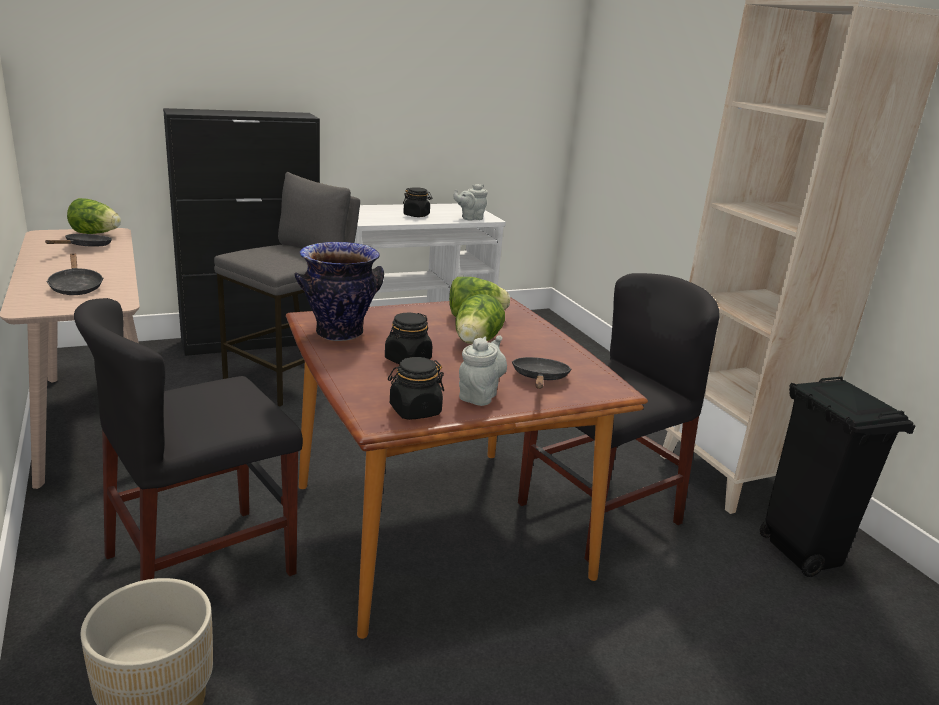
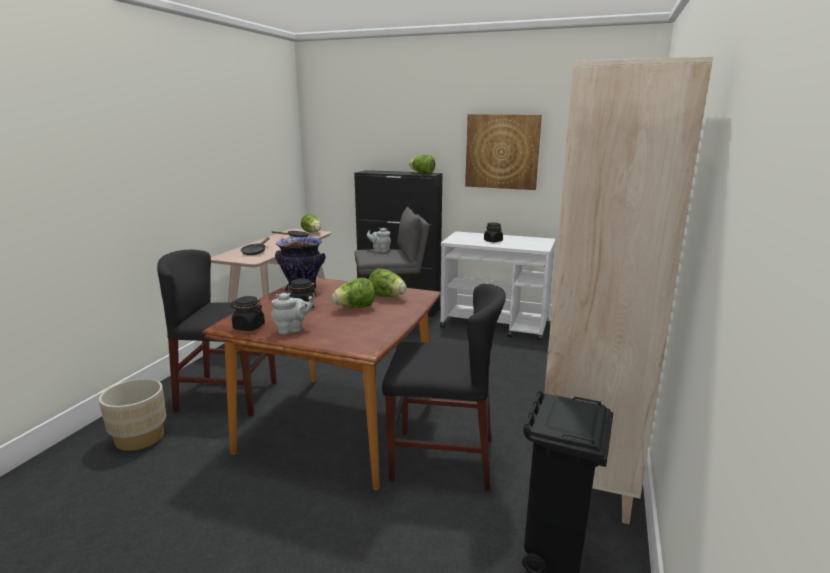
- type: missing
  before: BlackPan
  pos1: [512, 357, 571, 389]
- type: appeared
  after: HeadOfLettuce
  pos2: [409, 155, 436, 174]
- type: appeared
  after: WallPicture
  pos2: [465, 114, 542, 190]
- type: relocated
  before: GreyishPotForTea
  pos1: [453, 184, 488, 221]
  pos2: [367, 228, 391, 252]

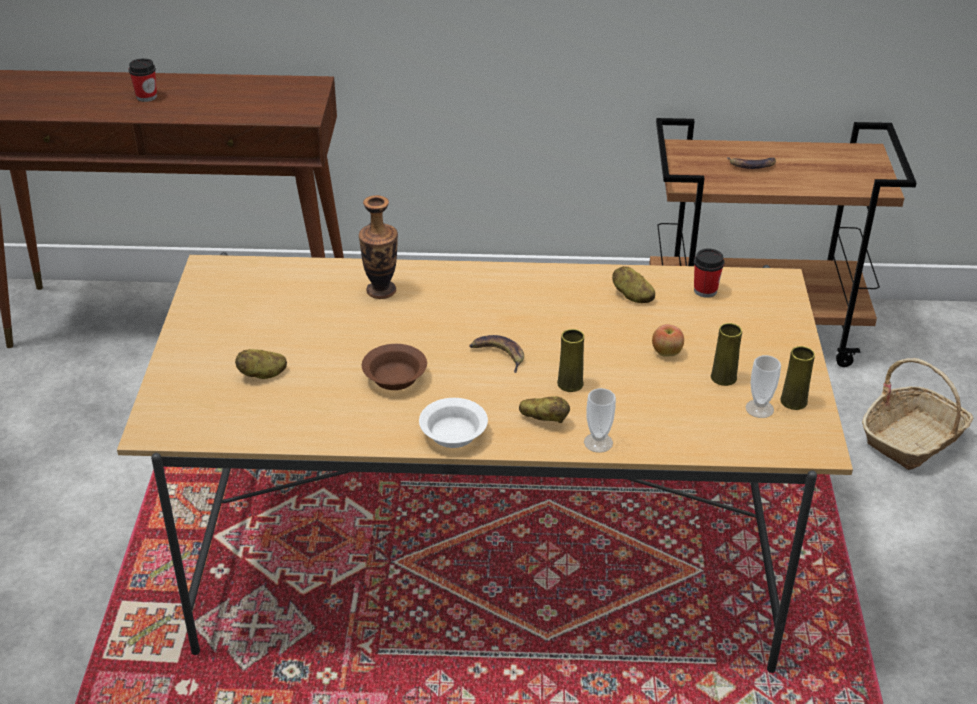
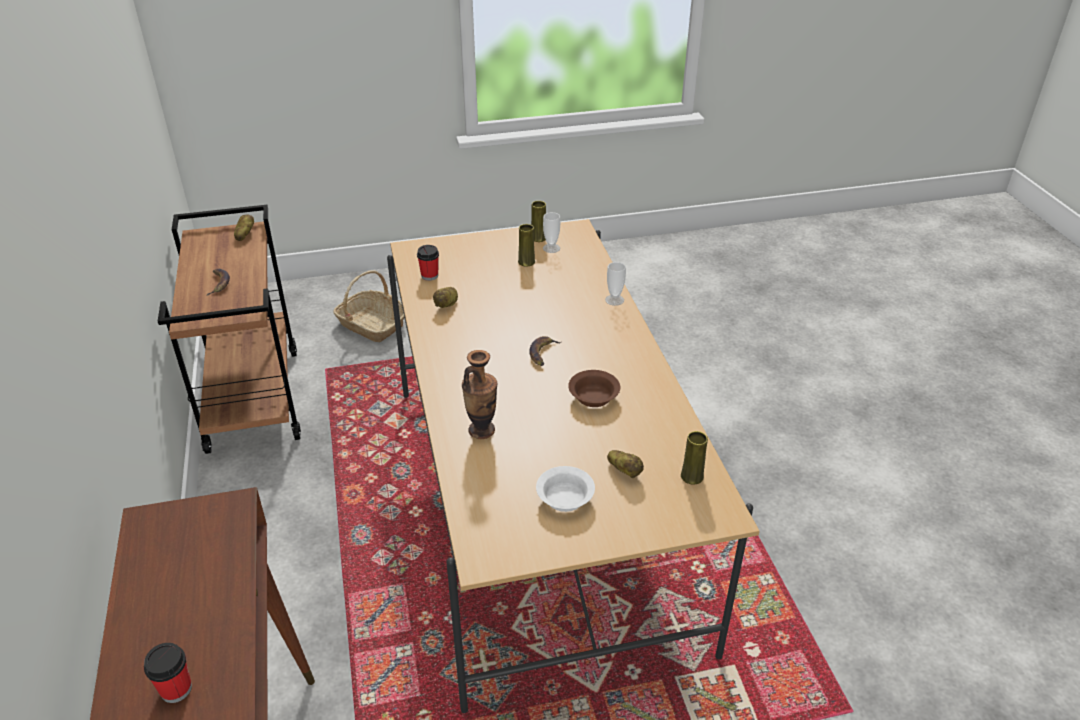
- type: missing
  before: Apple
  pos1: [652, 324, 684, 357]
- type: relocated
  before: WhiteServingBowl
  pos1: [419, 398, 488, 448]
  pos2: [536, 466, 595, 512]
- type: relocated
  before: Potato
  pos1: [519, 396, 570, 423]
  pos2: [234, 214, 254, 241]
- type: relocated
  before: YellowColouredVase
  pos1: [557, 329, 584, 392]
  pos2: [681, 431, 708, 485]

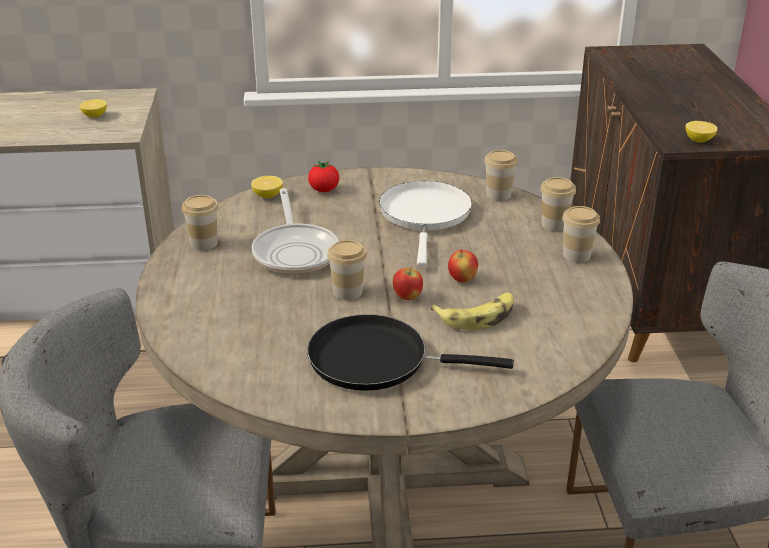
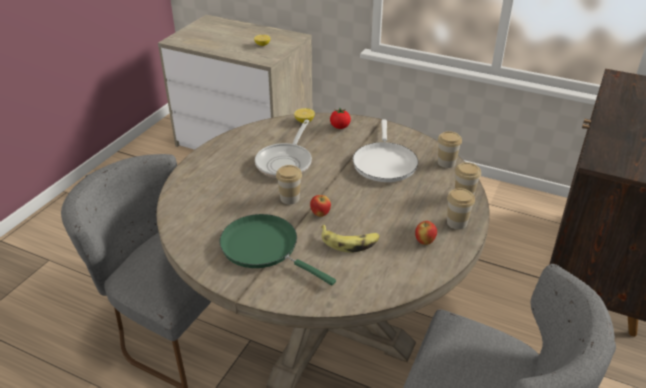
- type: missing
  before: Cup
  pos1: [182, 195, 219, 250]
- type: missing
  before: CitrusFruit
  pos1: [686, 121, 717, 143]
- type: relocated
  before: Apple
  pos1: [448, 250, 478, 283]
  pos2: [415, 221, 437, 245]
- type: colour
  before: BlackPan
  after: GreenPan
  pos1: [307, 314, 514, 391]
  pos2: [220, 214, 336, 285]
- type: spun
  before: WhitePan
  pos1: [379, 181, 472, 266]
  pos2: [353, 119, 418, 182]
  turn: 150

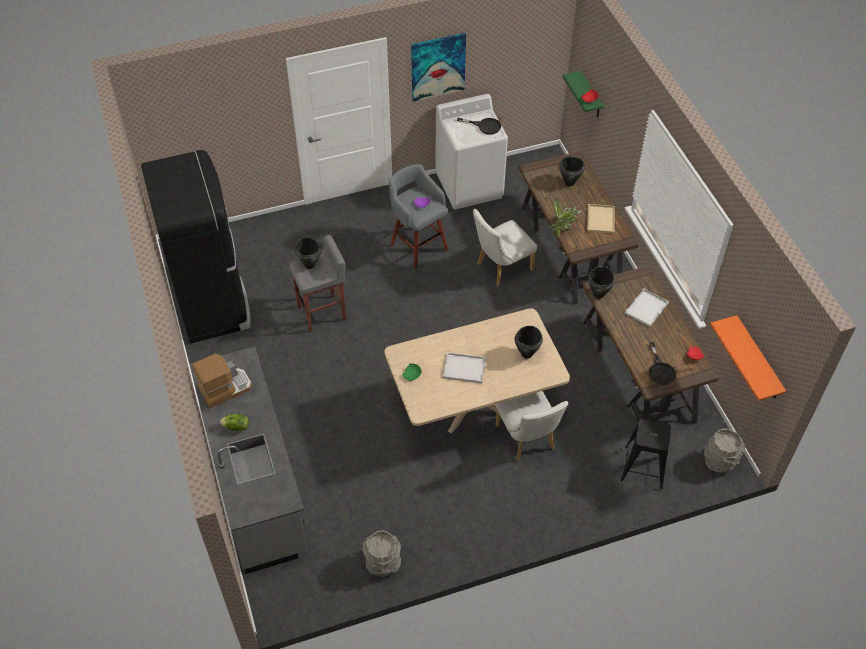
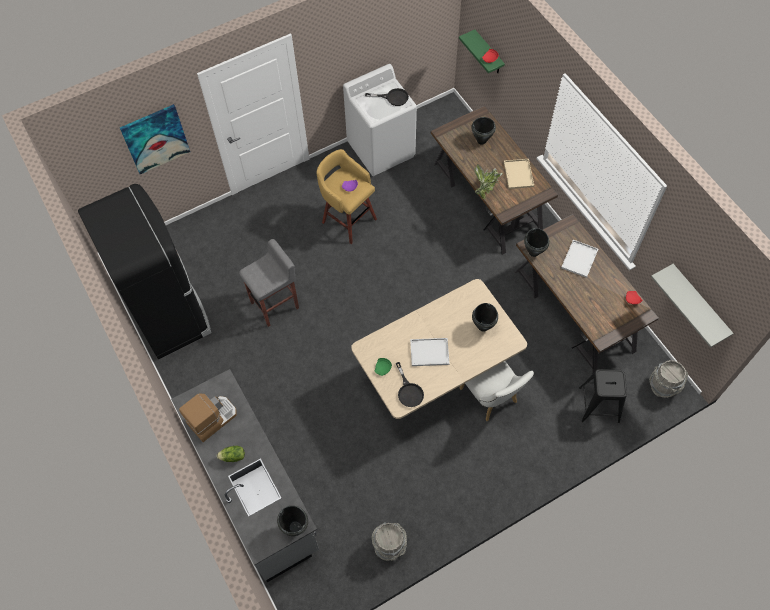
- type: missing
  before: WhiteUprightChair
  pos1: [473, 209, 537, 286]
- type: relocated
  before: BlackStockpot
  pos1: [294, 237, 321, 269]
  pos2: [277, 506, 308, 536]
- type: relocated
  before: WallPicture
  pos1: [411, 33, 466, 102]
  pos2: [120, 104, 190, 174]
- type: relocated
  before: BlackPan
  pos1: [649, 342, 676, 385]
  pos2: [396, 362, 424, 407]
- type: colour
  before: GreyishSittingStool
  after: YellowColouredSittingStool
  pos1: [389, 164, 448, 269]
  pos2: [316, 149, 377, 244]
- type: colour
  before: OrangeyWallShelf
  after: GreyishWallShelf
  pos1: [710, 315, 786, 401]
  pos2: [651, 264, 734, 348]

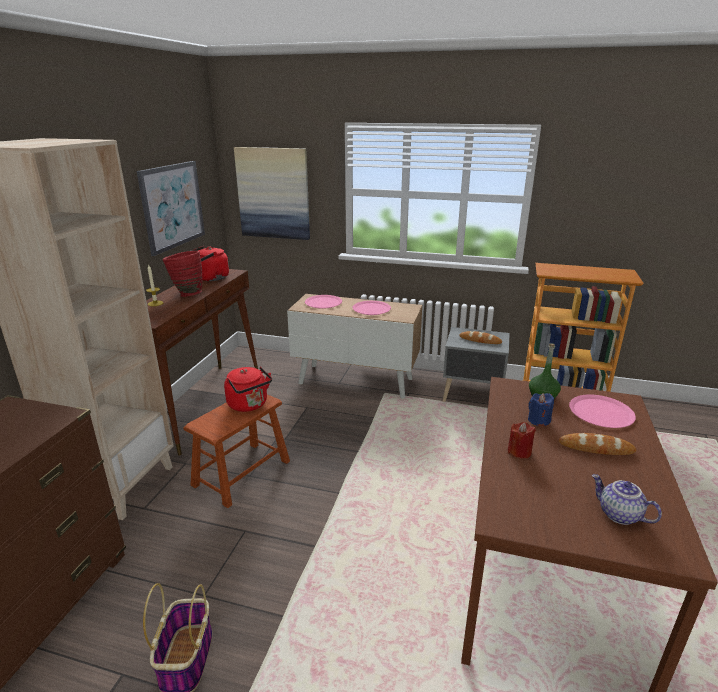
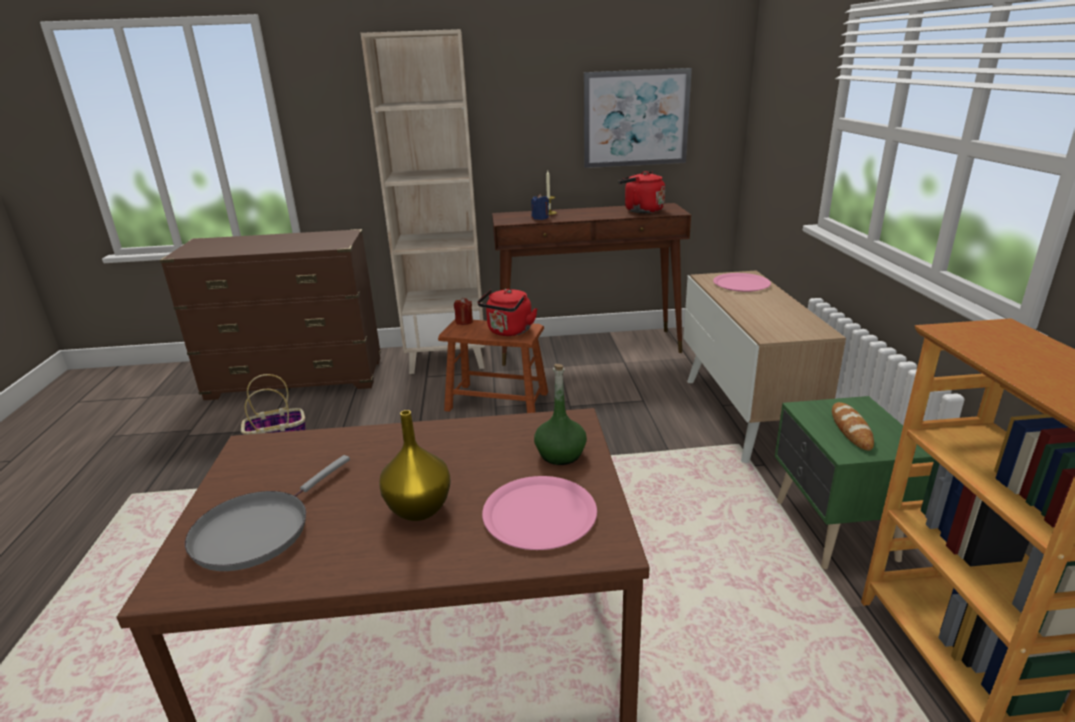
- type: missing
  before: RedVase
  pos1: [162, 251, 202, 297]
- type: missing
  before: WallPicture
  pos1: [234, 147, 310, 240]
- type: missing
  before: PinkishPlate
  pos1: [352, 301, 391, 315]
- type: relocated
  before: RedWaxCandle
  pos1: [508, 422, 536, 459]
  pos2: [454, 298, 473, 325]
- type: relocated
  before: BluishWaxCandle
  pos1: [528, 393, 554, 426]
  pos2: [531, 194, 549, 220]
- type: exchanged
  before: Bread
  after: YellowColouredVase
  pos1: [559, 433, 636, 455]
  pos2: [379, 410, 451, 521]
- type: exchanged
  before: PotForTea
  after: GreyishPan
  pos1: [592, 474, 662, 525]
  pos2: [185, 455, 350, 571]
- type: colour
  before: GreyishNightstand
  after: GreenNightstand
  pos1: [443, 327, 510, 402]
  pos2: [775, 396, 934, 569]

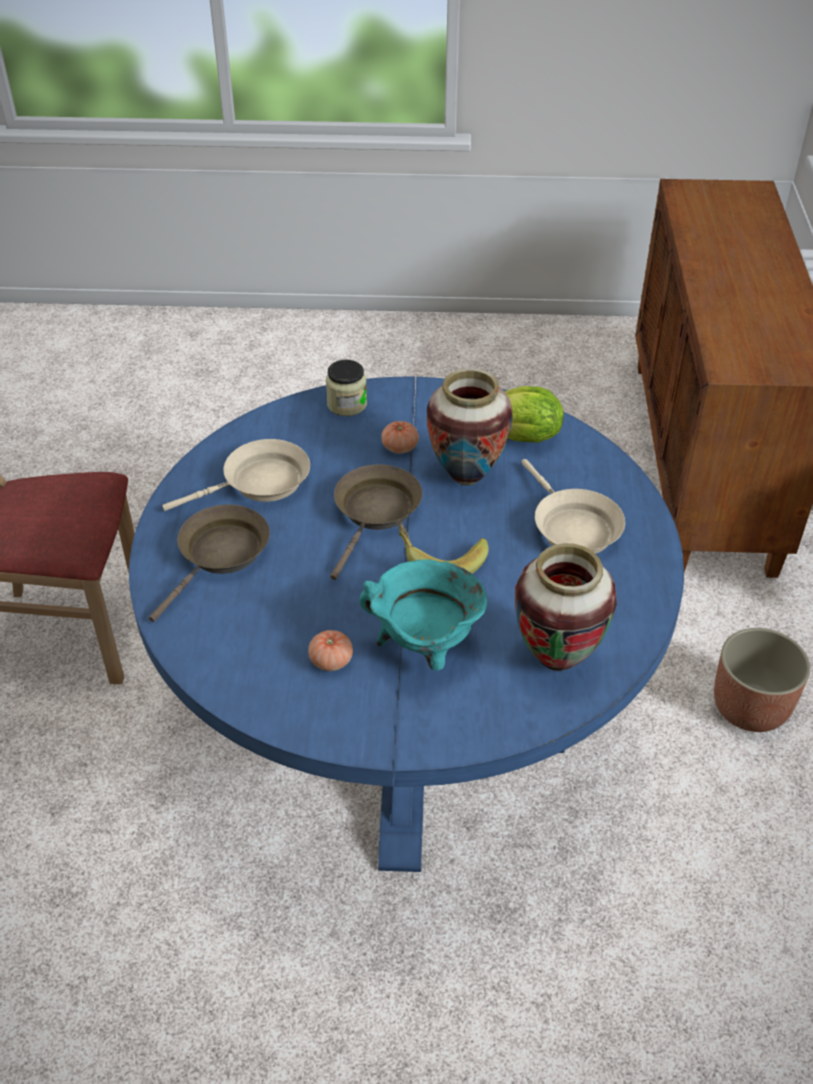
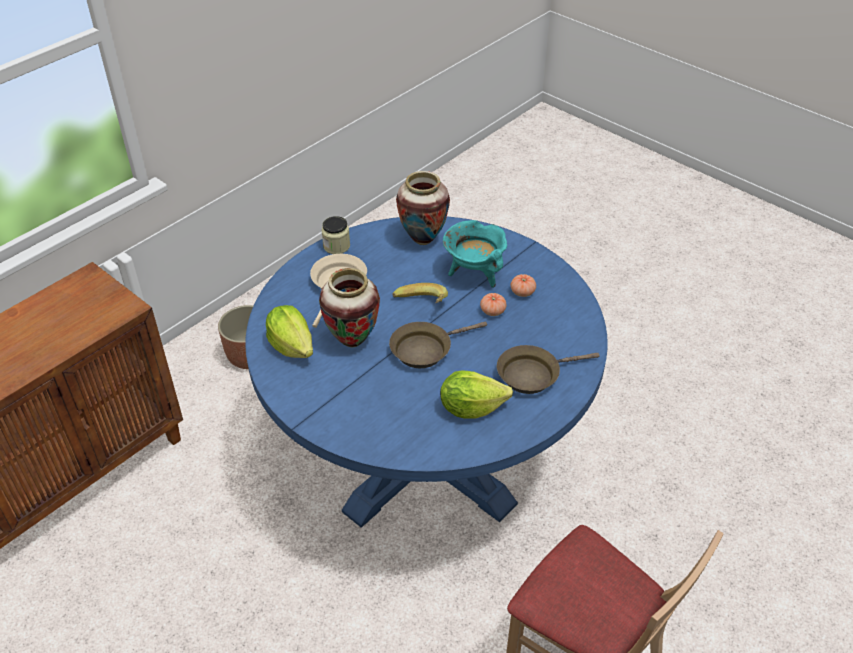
- type: relocated
  before: PreserveJar
  pos1: [326, 360, 367, 416]
  pos2: [321, 216, 350, 254]
- type: relocated
  before: FreshTomato
  pos1: [381, 421, 419, 454]
  pos2: [480, 293, 507, 316]
- type: exchanged
  before: SandColouredPan
  after: HeadOfLettuce
  pos1: [162, 439, 310, 511]
  pos2: [440, 370, 513, 419]

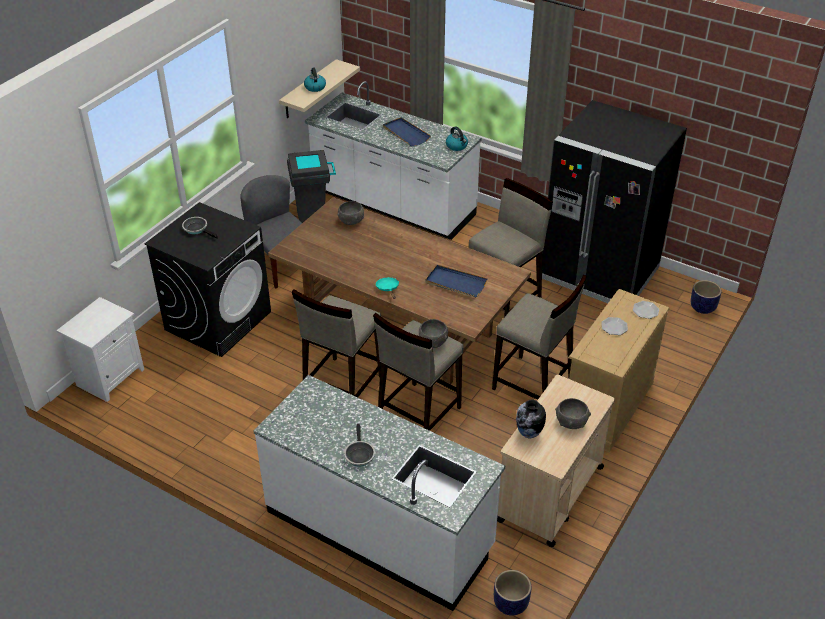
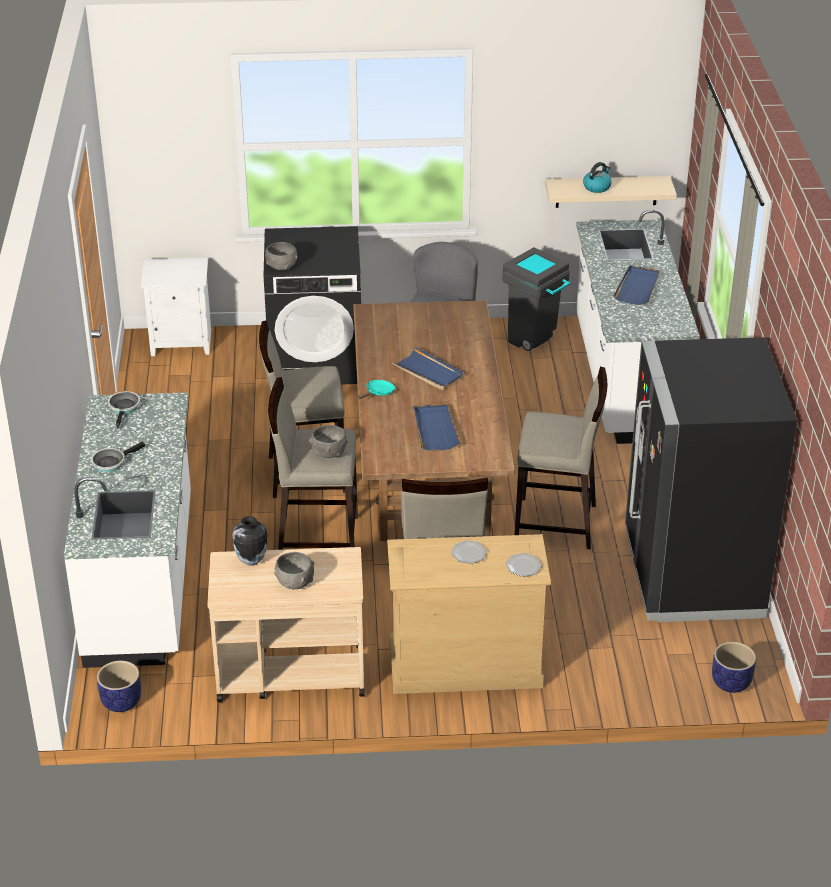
- type: missing
  before: TeaKettle
  pos1: [446, 126, 468, 151]
- type: appeared
  after: BluishCarryingTray
  pos2: [391, 347, 465, 391]
- type: relocated
  before: Pan
  pos1: [182, 217, 218, 239]
  pos2: [108, 391, 140, 429]
- type: relocated
  before: GreyishServingBowl
  pos1: [337, 201, 364, 225]
  pos2: [265, 242, 297, 270]

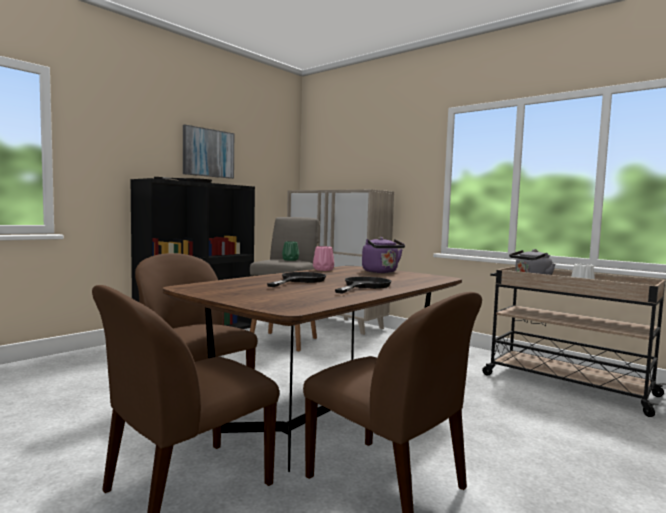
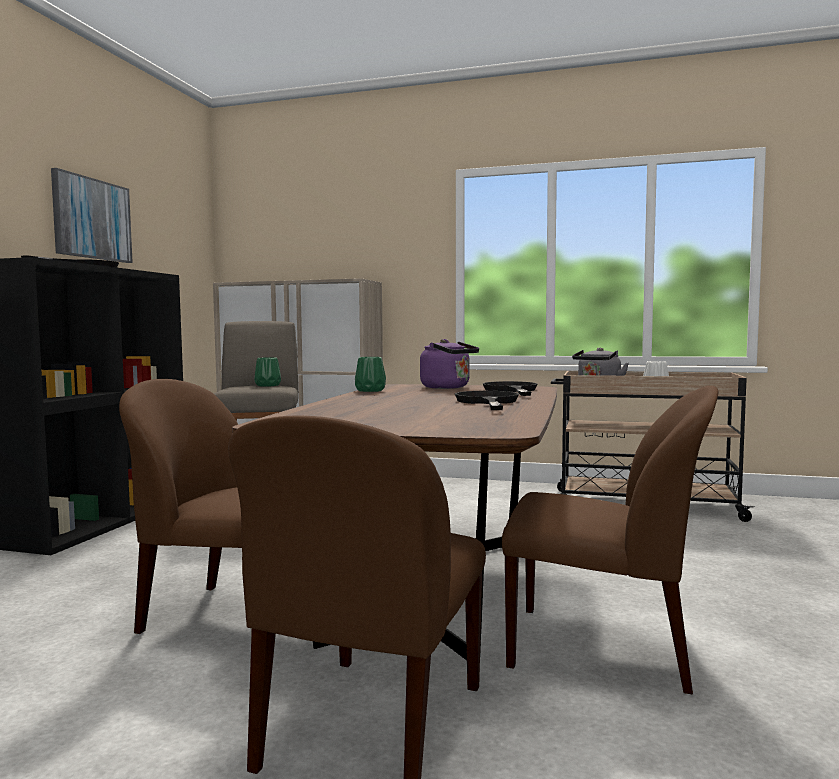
- type: relocated
  before: BlackPan
  pos1: [267, 272, 326, 287]
  pos2: [483, 381, 537, 396]
- type: colour
  before: PinkishVase
  after: GreenVase
  pos1: [313, 246, 334, 271]
  pos2: [355, 357, 386, 392]

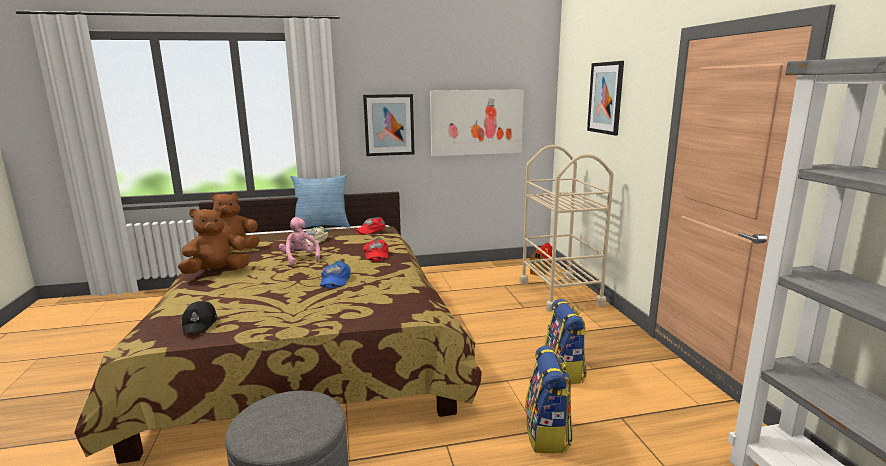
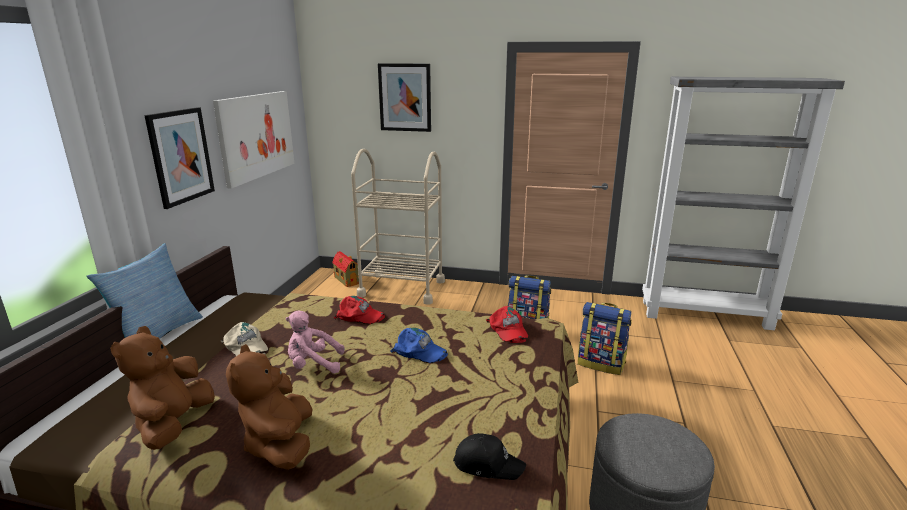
- type: relocated
  before: RedBaseballCap
  pos1: [355, 217, 386, 235]
  pos2: [486, 306, 528, 343]

